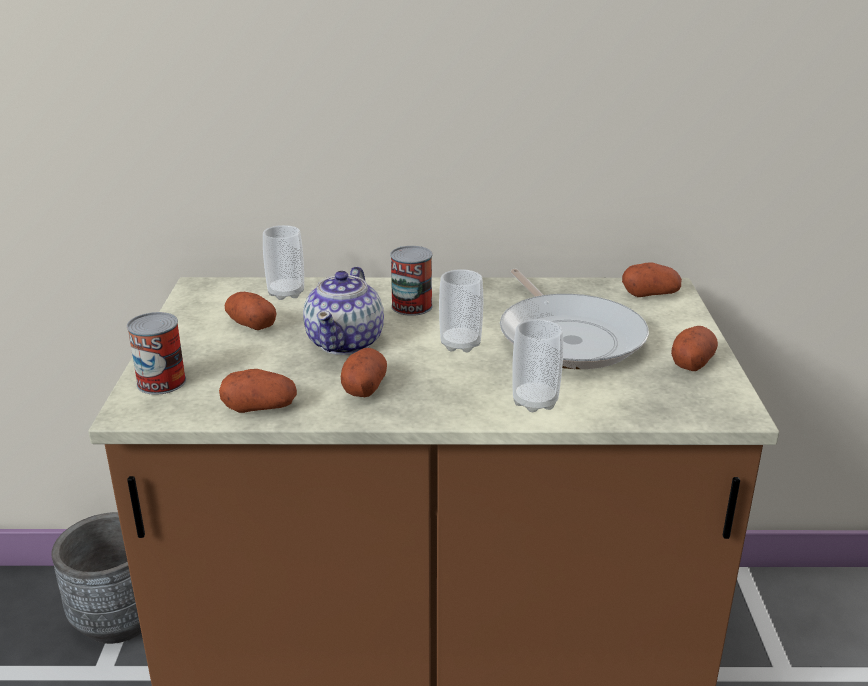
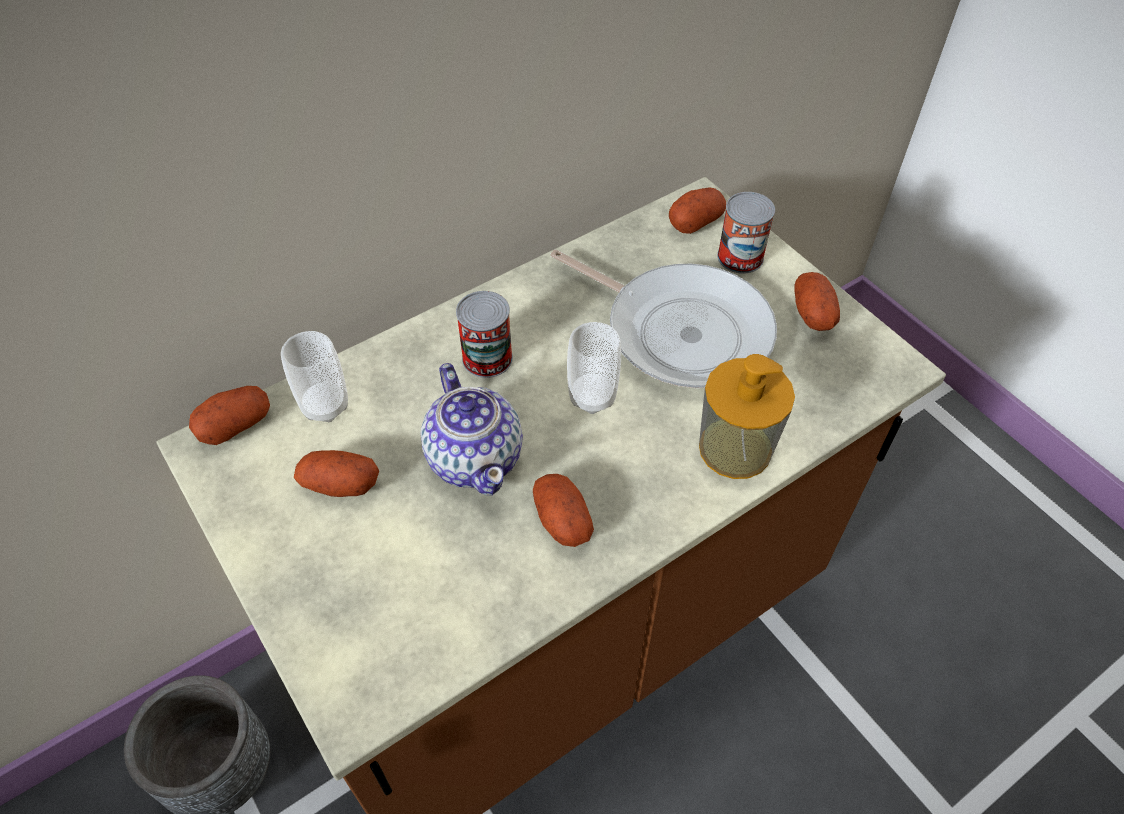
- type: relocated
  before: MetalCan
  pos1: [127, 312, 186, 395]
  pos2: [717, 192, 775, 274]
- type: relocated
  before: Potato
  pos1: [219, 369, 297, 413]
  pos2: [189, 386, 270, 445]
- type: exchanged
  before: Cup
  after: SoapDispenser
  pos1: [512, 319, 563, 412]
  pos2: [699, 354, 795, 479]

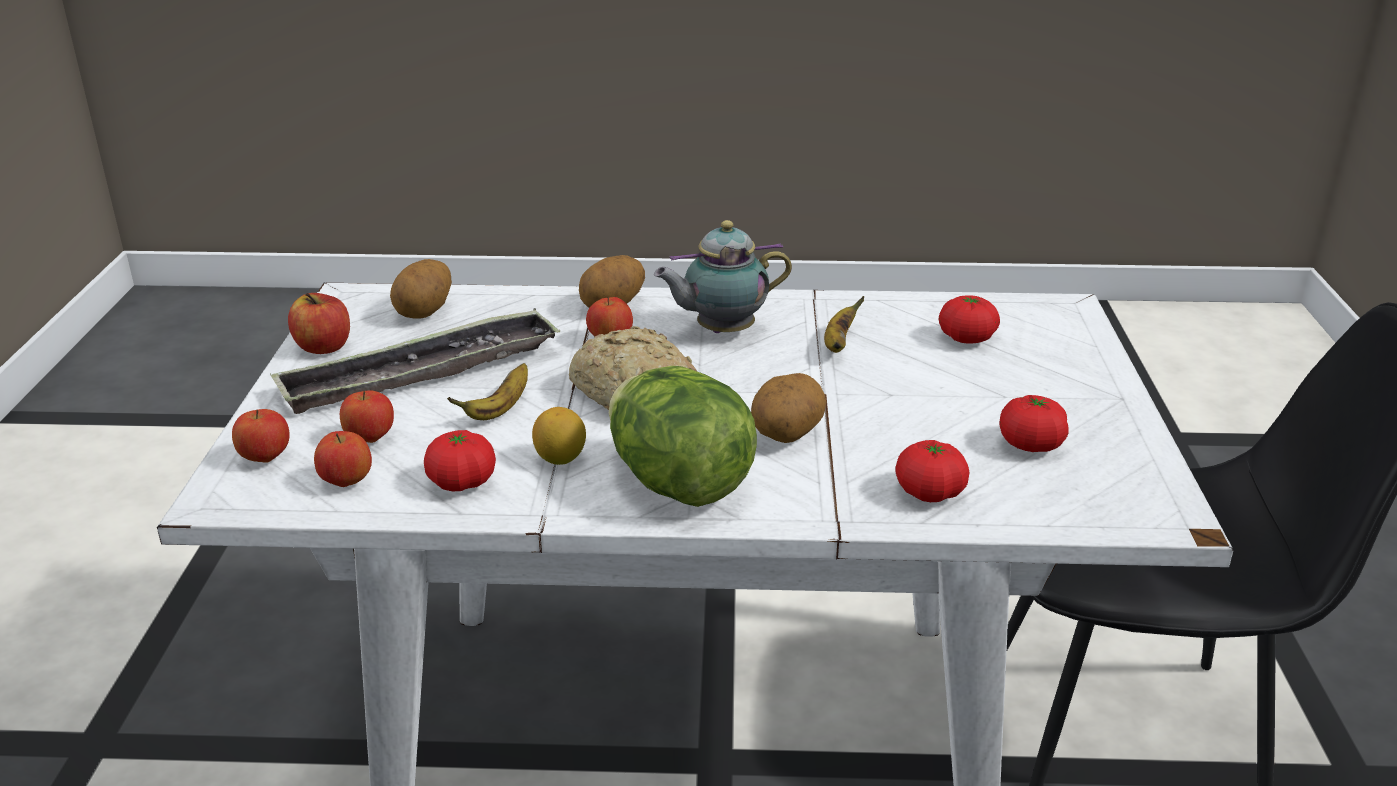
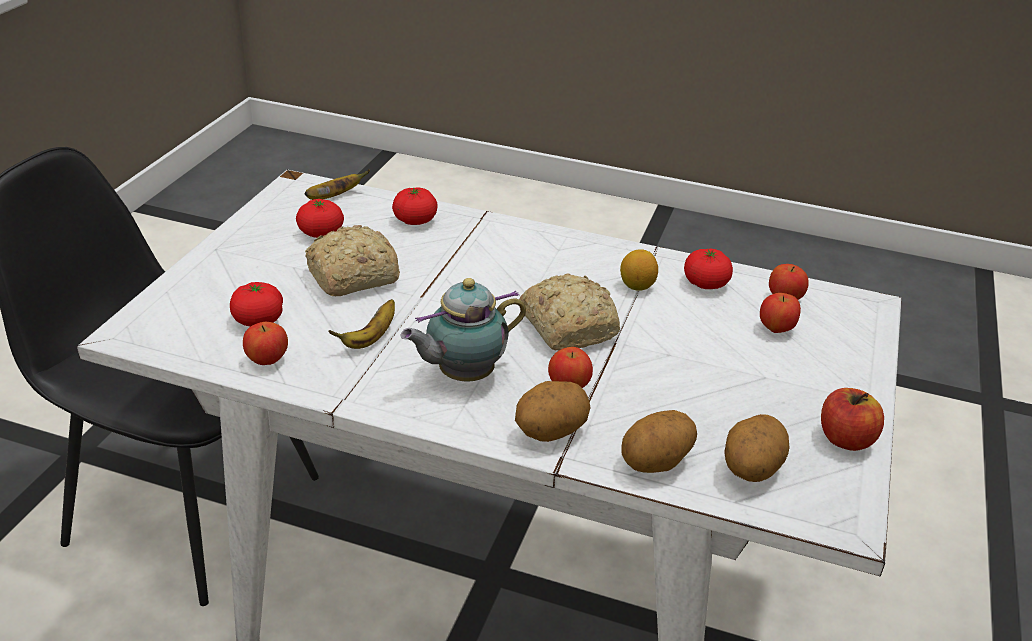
- type: missing
  before: CarryingTray
  pos1: [270, 308, 560, 414]
- type: missing
  before: HeadOfLettuce
  pos1: [609, 366, 757, 507]
- type: appeared
  after: Bread
  pos2: [305, 225, 400, 296]
- type: relocated
  before: Apple
  pos1: [232, 409, 290, 463]
  pos2: [243, 322, 288, 365]
- type: relocated
  before: WholeBanana
  pos1: [447, 363, 528, 420]
  pos2: [305, 169, 370, 200]
- type: relocated
  before: Potato
  pos1: [751, 373, 826, 443]
  pos2: [621, 410, 697, 473]
- type: spun
  before: PotForTea
  pos1: [654, 220, 792, 333]
  pos2: [400, 278, 526, 381]
  turn: 150

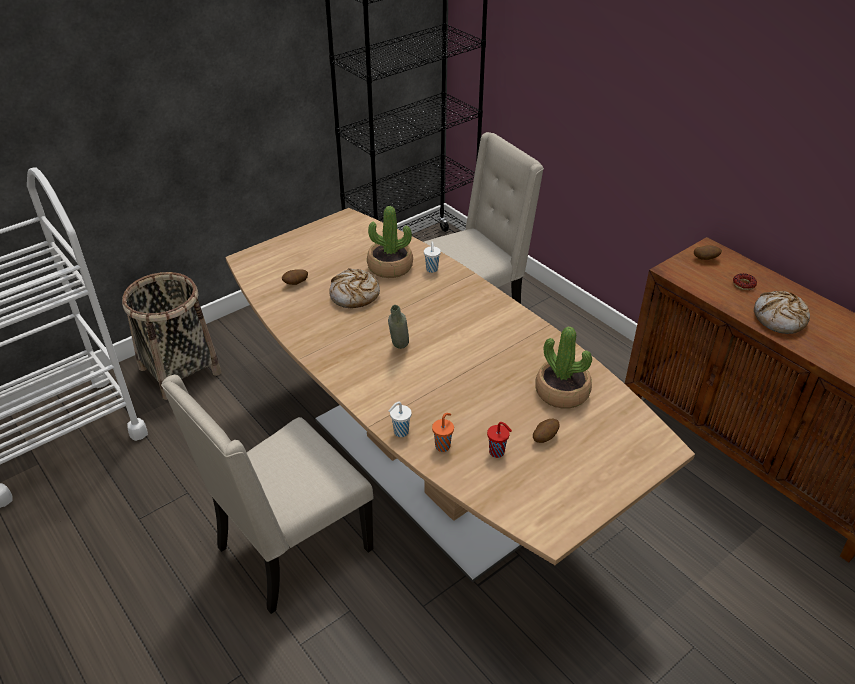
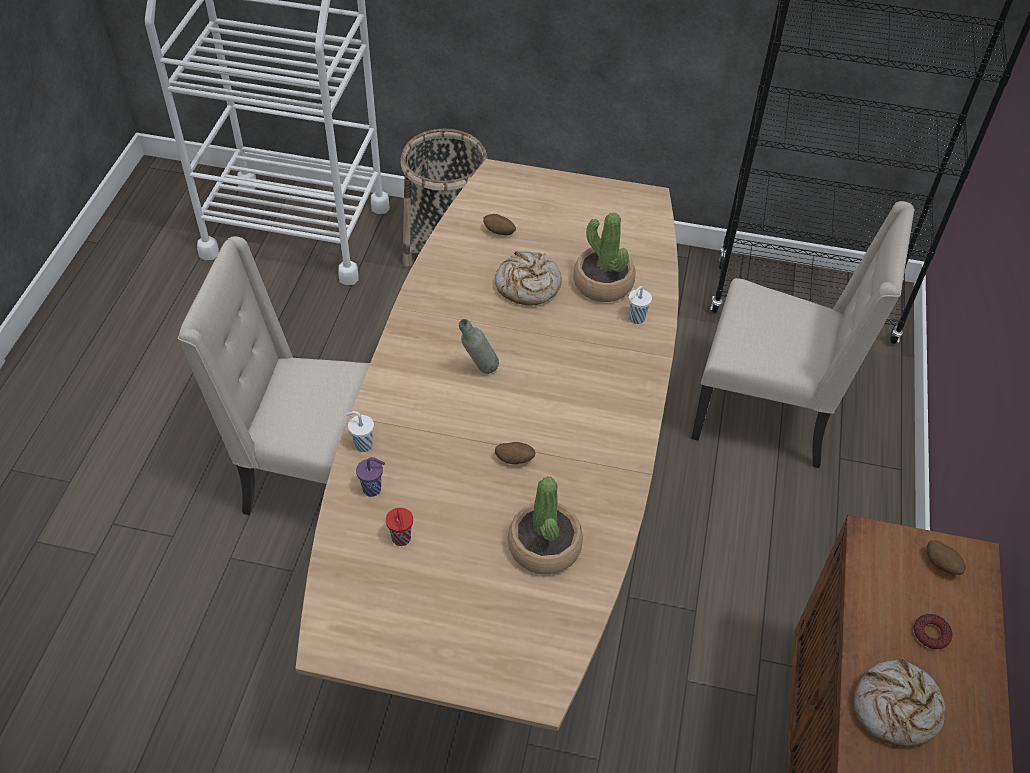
- type: relocated
  before: Potato
  pos1: [533, 419, 559, 443]
  pos2: [495, 442, 535, 464]
- type: colour
  before: OrangeyCup
  after: PurplishCup
  pos1: [432, 413, 454, 452]
  pos2: [356, 457, 385, 497]

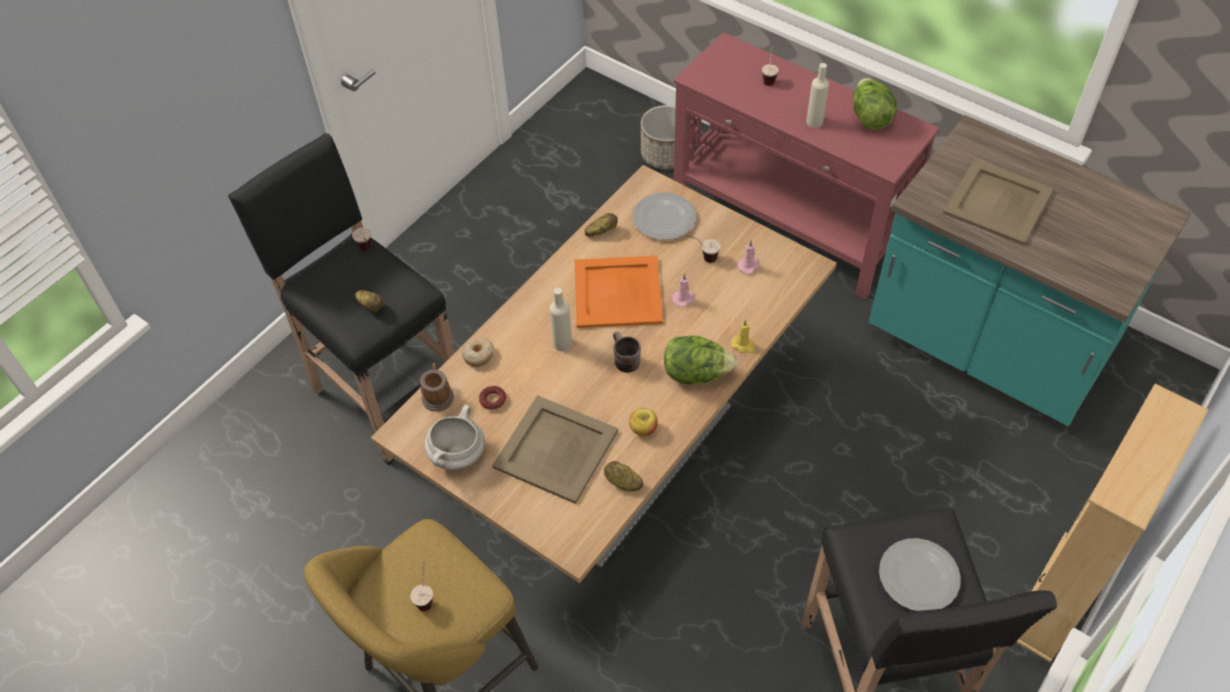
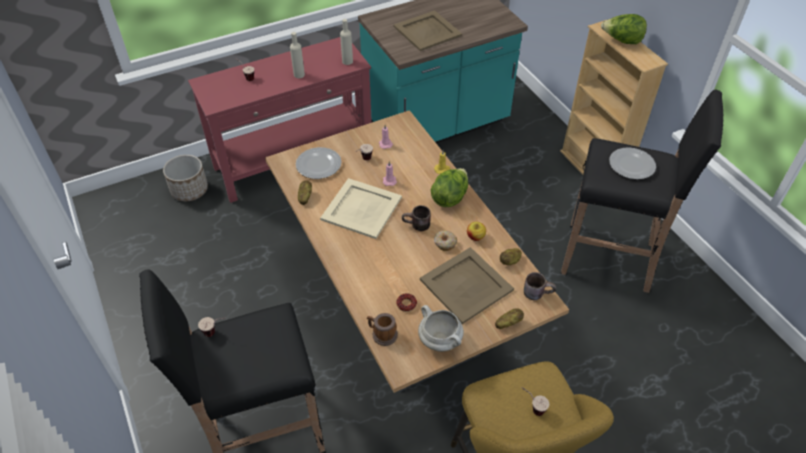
- type: appeared
  after: BrownTeaMug
  pos2: [524, 272, 556, 300]
- type: relocated
  before: Potato
  pos1: [355, 290, 383, 312]
  pos2: [495, 308, 524, 329]
- type: relocated
  before: RingDoughnut
  pos1: [462, 338, 494, 367]
  pos2: [434, 230, 457, 251]
- type: relocated
  before: SandColouredDrinkBottle
  pos1: [550, 288, 572, 351]
  pos2: [340, 19, 353, 65]
- type: relocated
  before: HeadOfLettuce
  pos1: [853, 78, 897, 130]
  pos2: [601, 14, 647, 44]
- type: colour
  before: OrangeyCarryingTray
  after: SandColouredCarryingTray
  pos1: [574, 256, 663, 328]
  pos2: [320, 178, 402, 239]

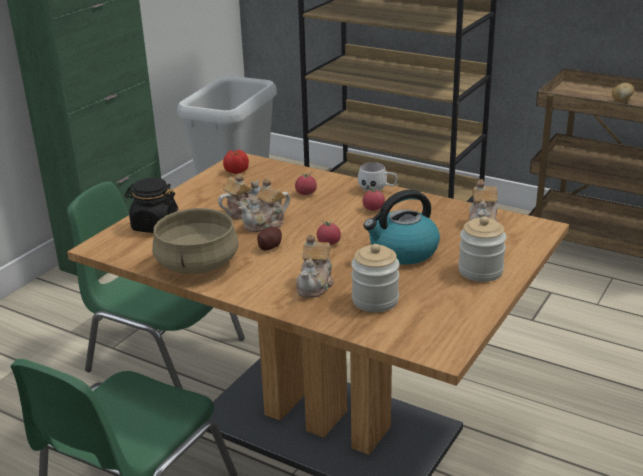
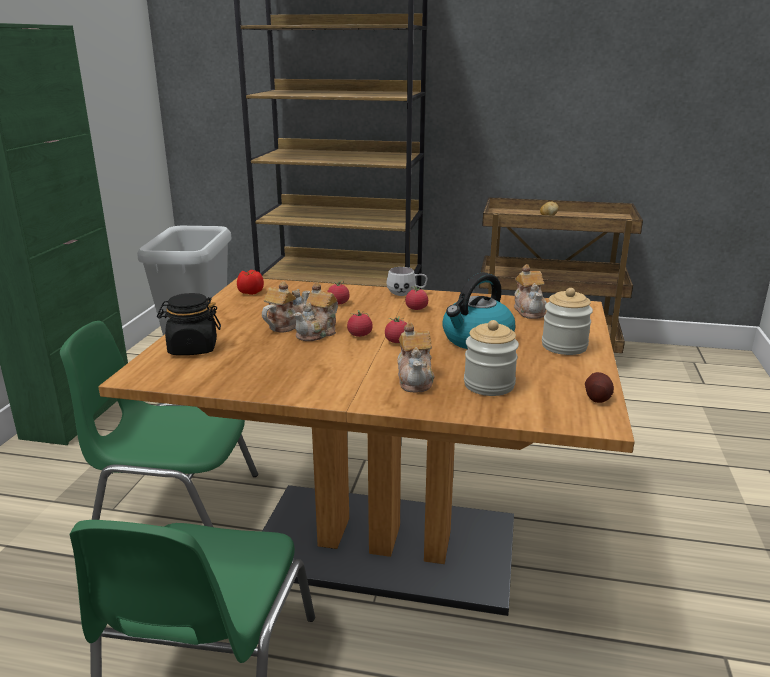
- type: missing
  before: SandColouredStockpot
  pos1: [152, 208, 239, 274]
- type: appeared
  after: FreshTomato
  pos2: [347, 310, 373, 337]
- type: relocated
  before: Potato
  pos1: [257, 227, 282, 250]
  pos2: [585, 372, 614, 403]

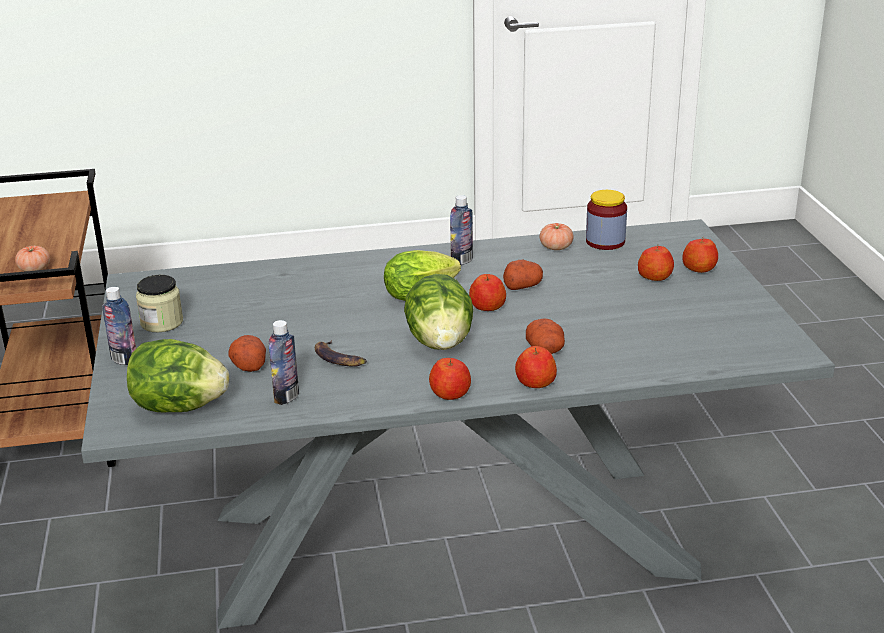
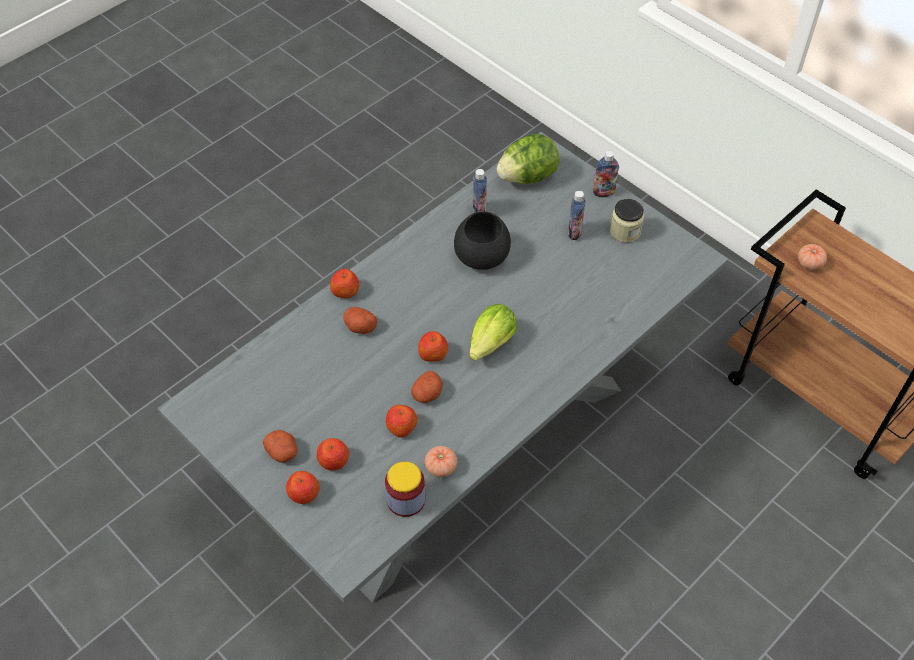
- type: missing
  before: HeadOfLettuce
  pos1: [404, 274, 474, 350]
- type: relocated
  before: Potato
  pos1: [229, 335, 266, 372]
  pos2: [263, 430, 298, 463]
- type: relocated
  before: Apple
  pos1: [429, 358, 471, 400]
  pos2: [386, 405, 418, 438]
- type: relocated
  before: DrinkBottle
  pos1: [450, 195, 473, 265]
  pos2: [568, 191, 586, 240]
- type: exchanged
  before: WholeBanana
  after: BlackServingBowl
  pos1: [315, 340, 367, 367]
  pos2: [454, 212, 511, 270]

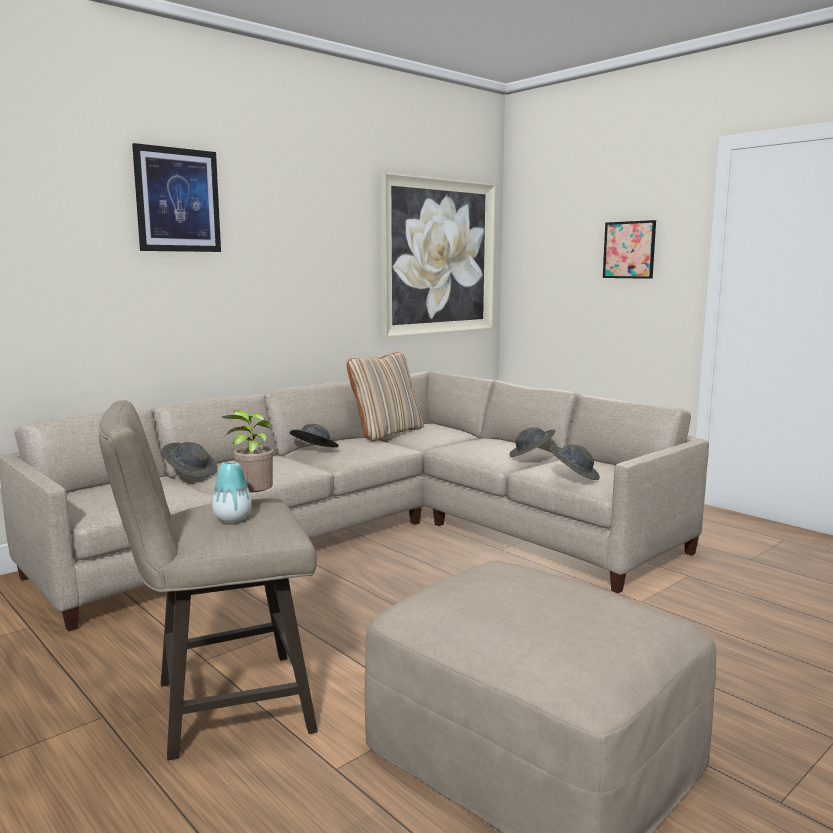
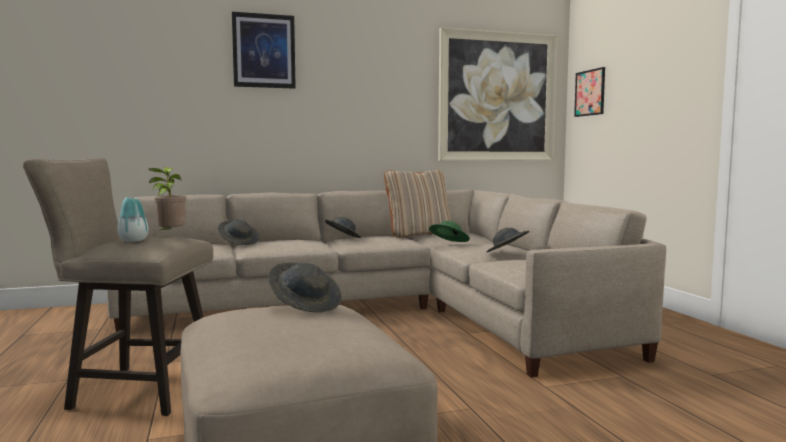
- type: appeared
  after: GreenClothingHat
  pos2: [429, 221, 470, 242]
- type: relocated
  before: GreyishClothingHat
  pos1: [550, 444, 600, 480]
  pos2: [268, 262, 341, 312]
- type: relocated
  before: WallPicture
  pos1: [603, 220, 656, 279]
  pos2: [574, 67, 605, 117]

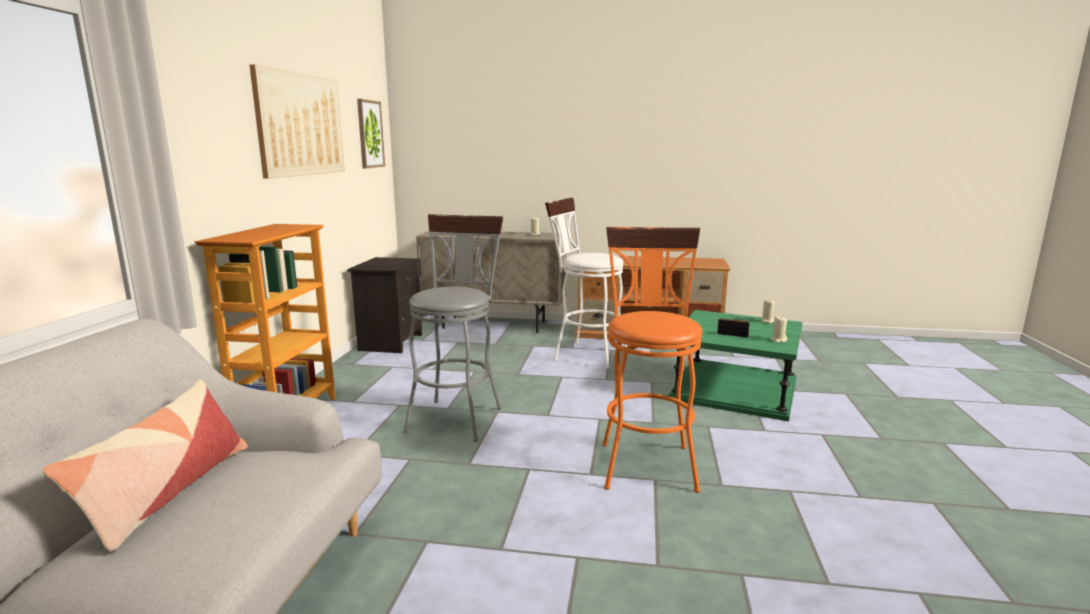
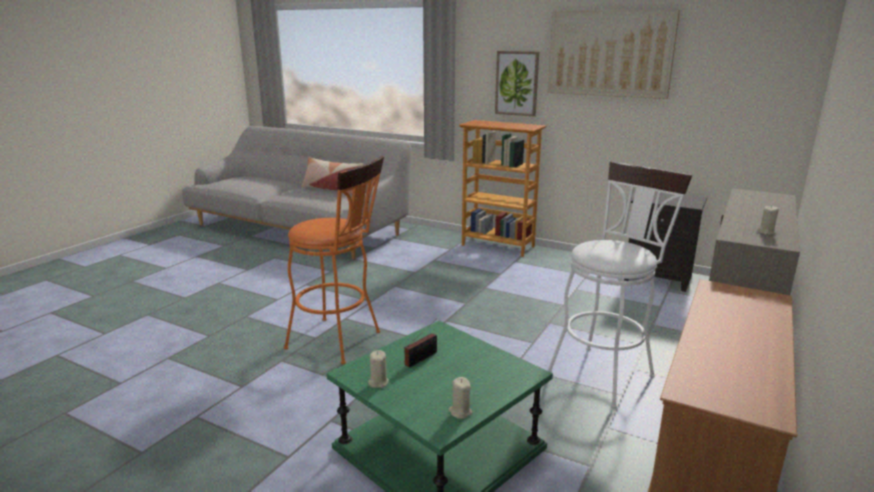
- type: missing
  before: GreyishSittingStool
  pos1: [403, 214, 503, 442]
- type: relocated
  before: WallPicture
  pos1: [357, 99, 385, 168]
  pos2: [495, 51, 539, 116]

